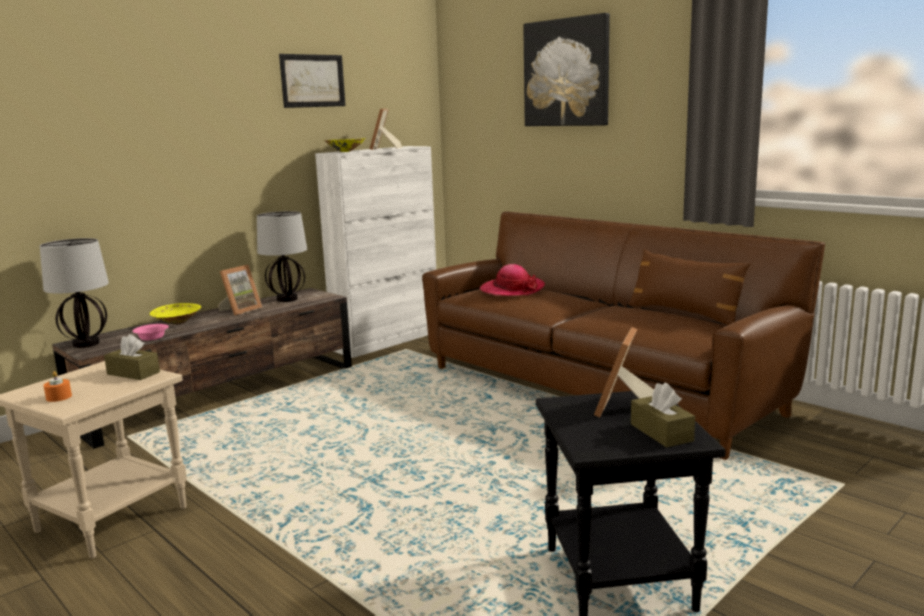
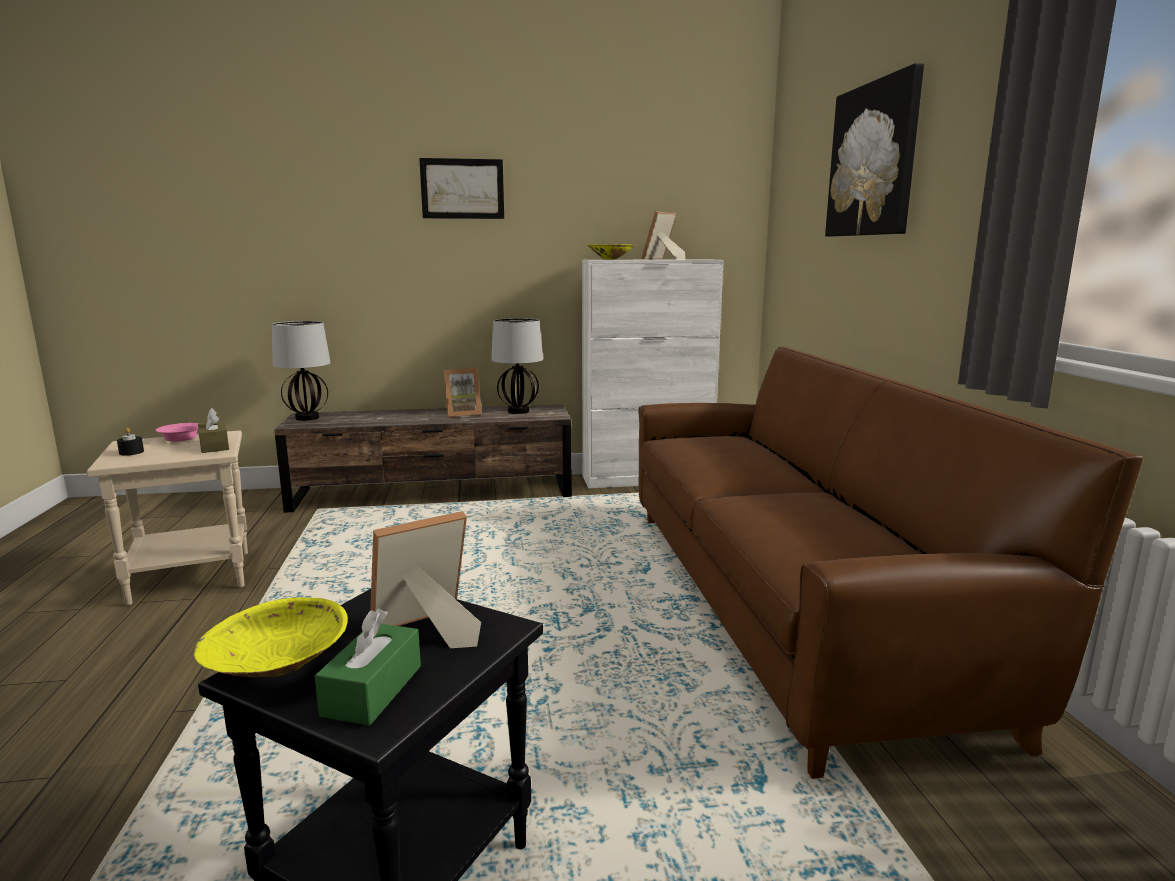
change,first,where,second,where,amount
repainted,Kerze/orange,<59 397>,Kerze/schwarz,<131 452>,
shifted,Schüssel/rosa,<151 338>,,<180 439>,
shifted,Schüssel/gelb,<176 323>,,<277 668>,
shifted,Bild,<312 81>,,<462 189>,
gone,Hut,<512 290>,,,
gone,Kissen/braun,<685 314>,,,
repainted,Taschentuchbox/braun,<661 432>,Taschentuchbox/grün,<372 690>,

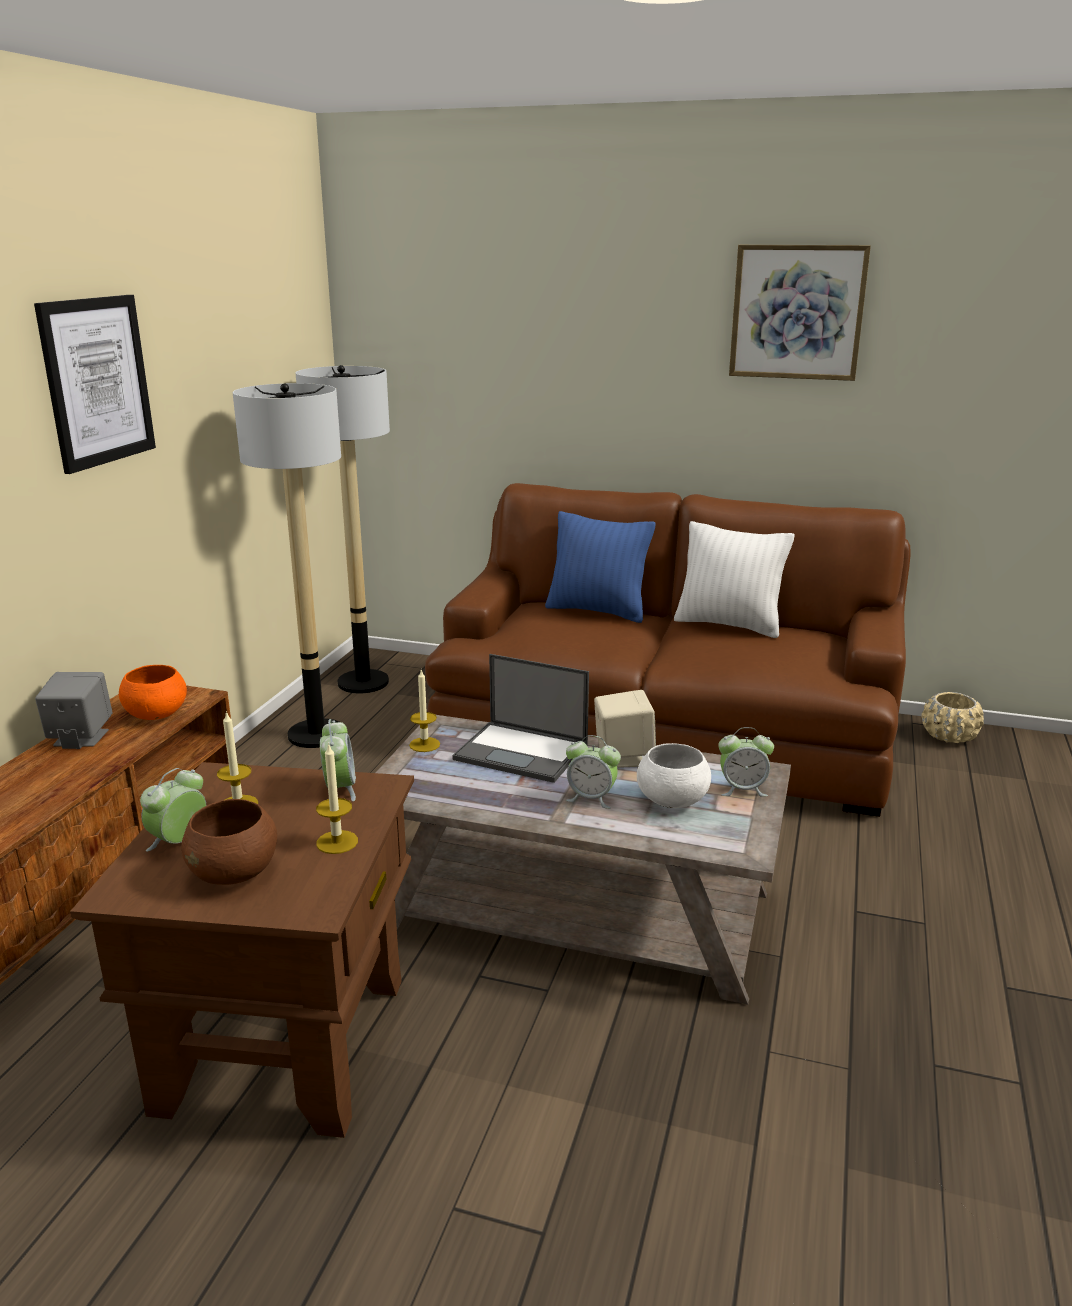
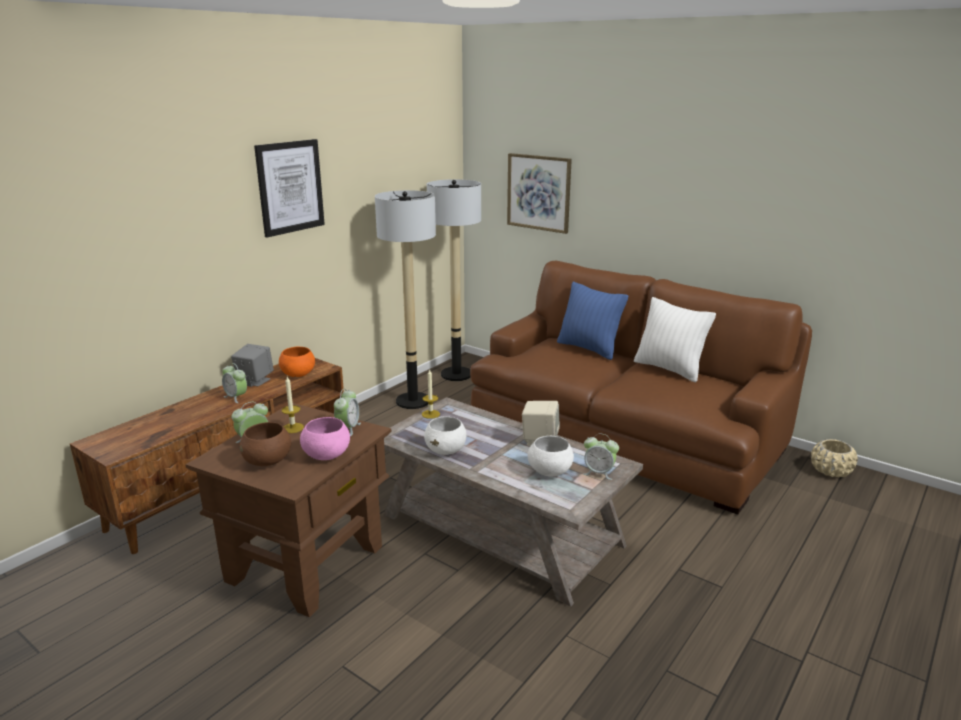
change,first,where,second,where,amount
swapped,Kerze,<337 842>,Schüssel/rosa,<326 455>,
gone,Laptop,<523 752>,,,
shifted,Wecker,<591 798>,,<236 397>,
shifted,Bild,<797 312>,,<539 192>,
new,,,Schüssel/weiß,<446 450>,

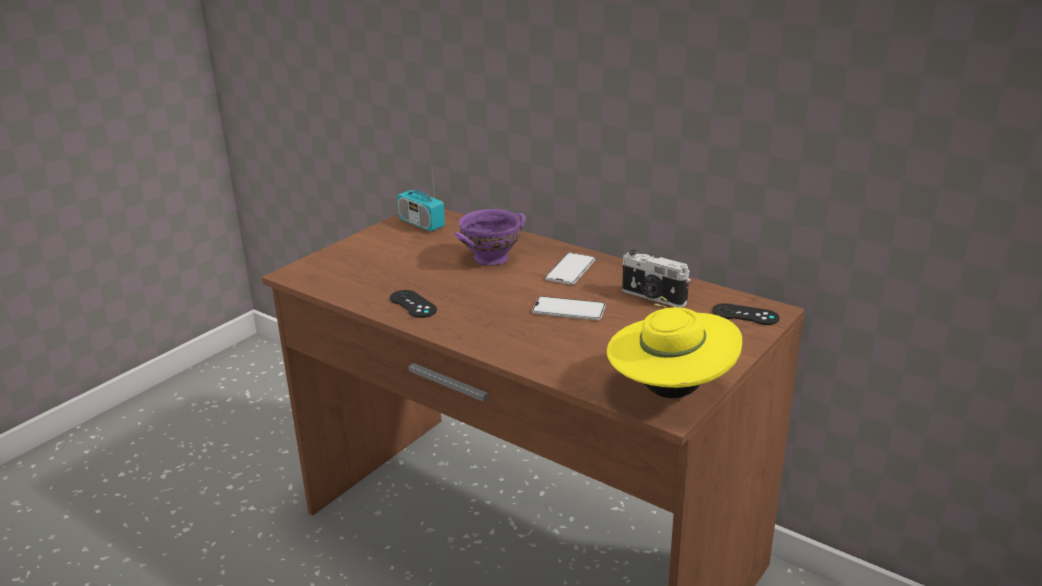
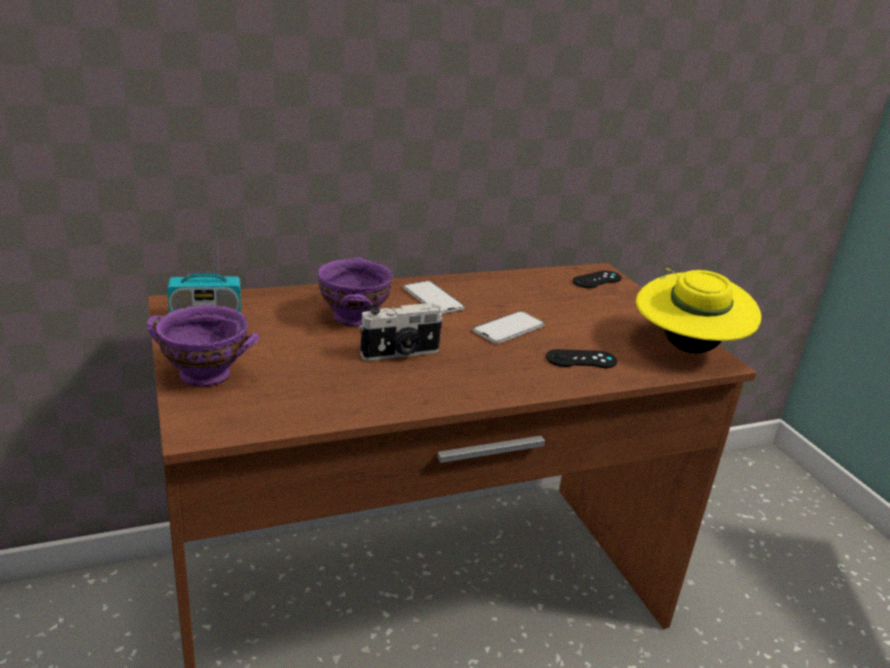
change,first,where,second,where,amount
shifted,Gamepad/schwarz,<413 304>,,<581 359>,
shifted,Kamera,<653 297>,,<401 354>,
new,,,Schüssel/lila,<204 373>,

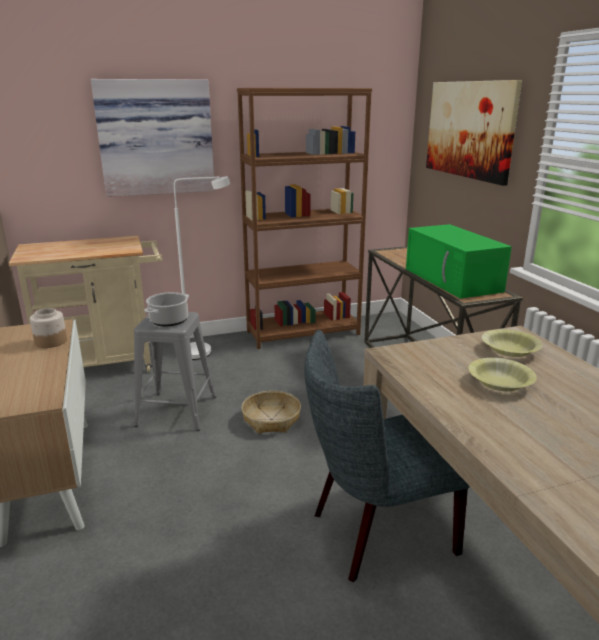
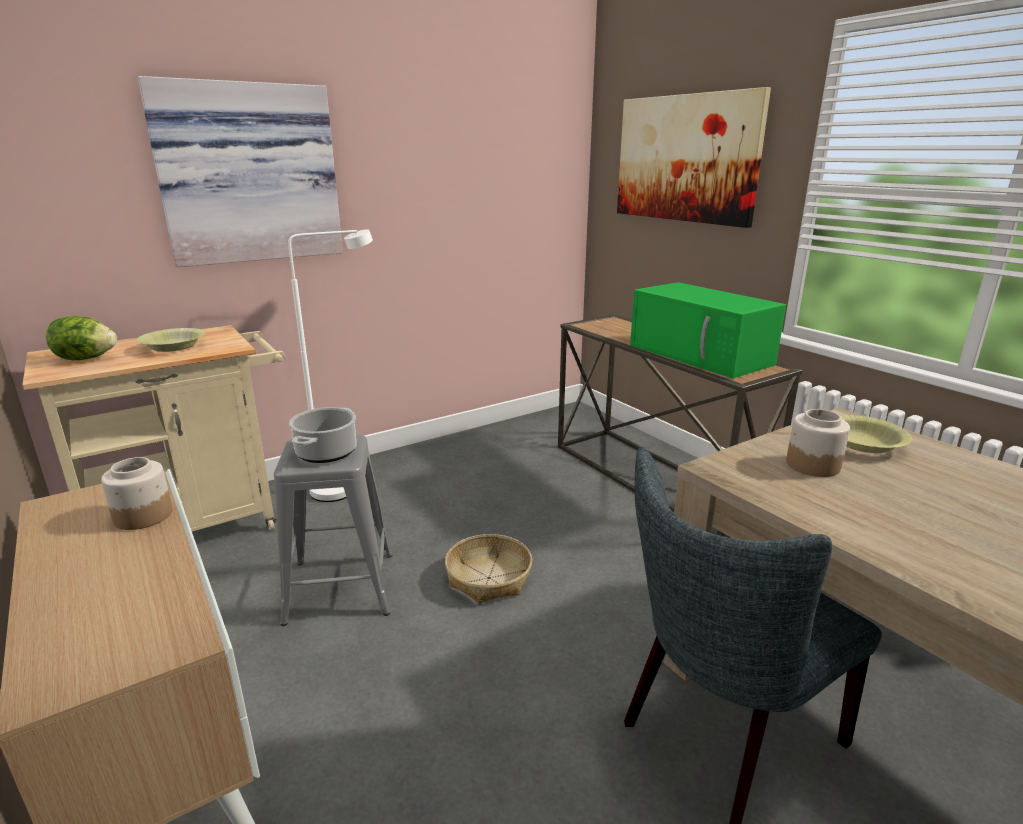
change,first,where,second,where,amount
gone,Bücherregal/braun,<303 333>,,,
shifted,Schüssel/gelb,<500 382>,,<174 347>,
new,,,Salatkopf,<86 359>,
new,,,Vorratsglas,<812 465>,

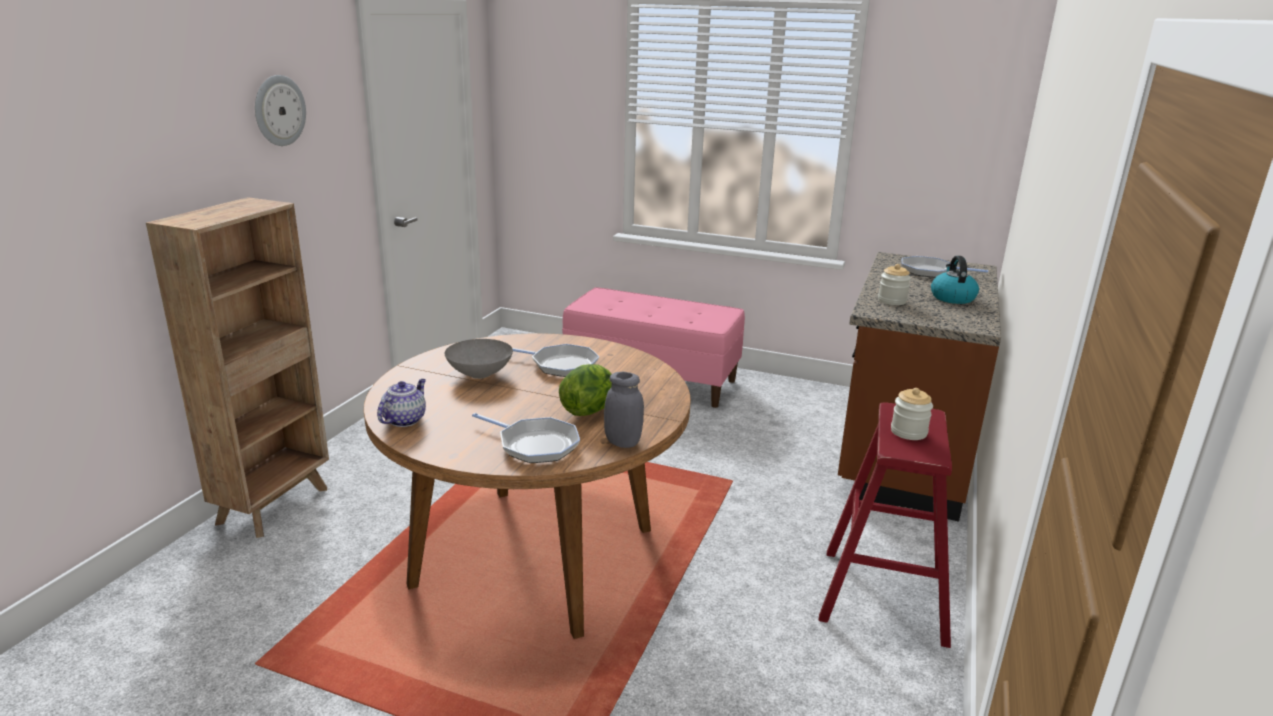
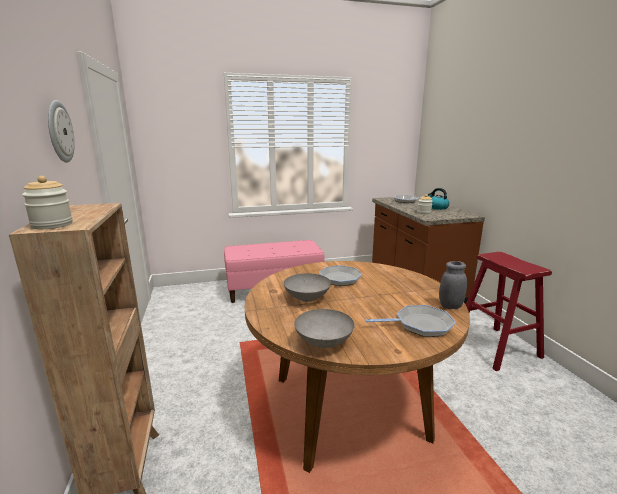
change,first,where,second,where,amount
swapped,Teekanne,<404 419>,Schüssel/grau,<323 342>,
gone,Salatkopf,<590 411>,,,
shifted,Vorratsglas,<908 432>,,<52 225>,

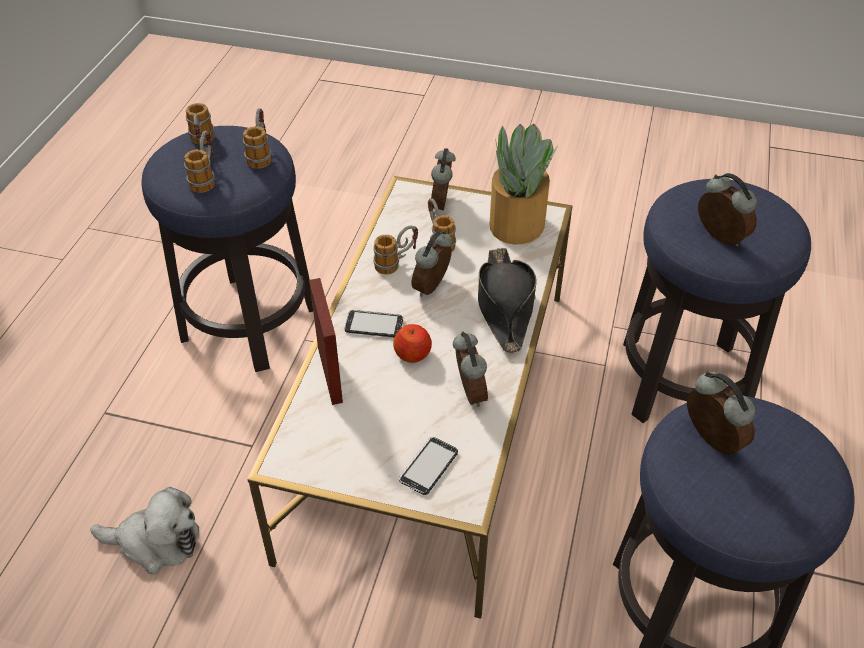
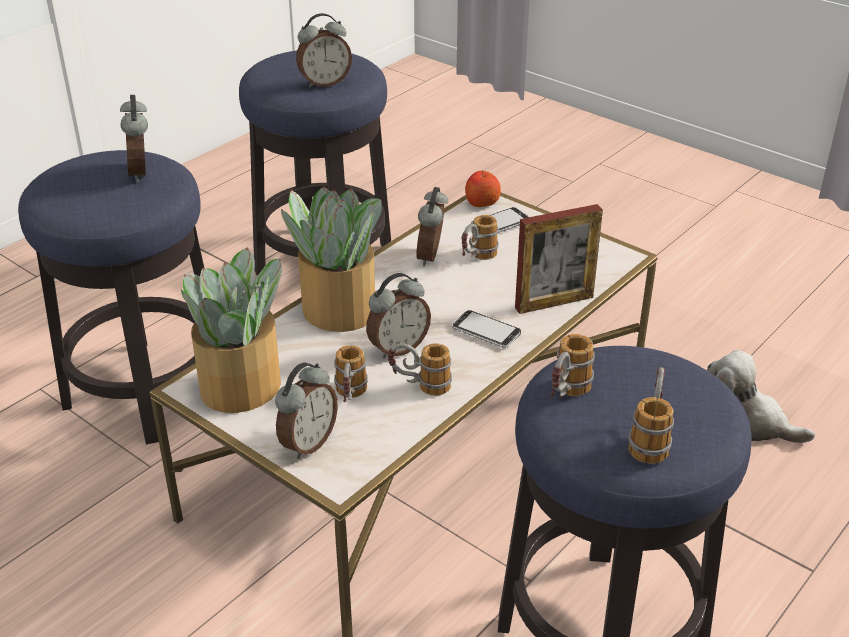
change,first,where,second,where,amount
shifted,Henkelbecher,<206 177>,,<477 258>,
rotated,Bilderrahmen,<330 375>,,<554 302>,120 degrees counterclockwise
shifted,Apfel,<413 354>,,<482 202>,
swapped,Hut/schwarz,<504 306>,Topfpflanze,<338 310>,
rotated,Wecker,<709 441>,,<325 83>,105 degrees counterclockwise

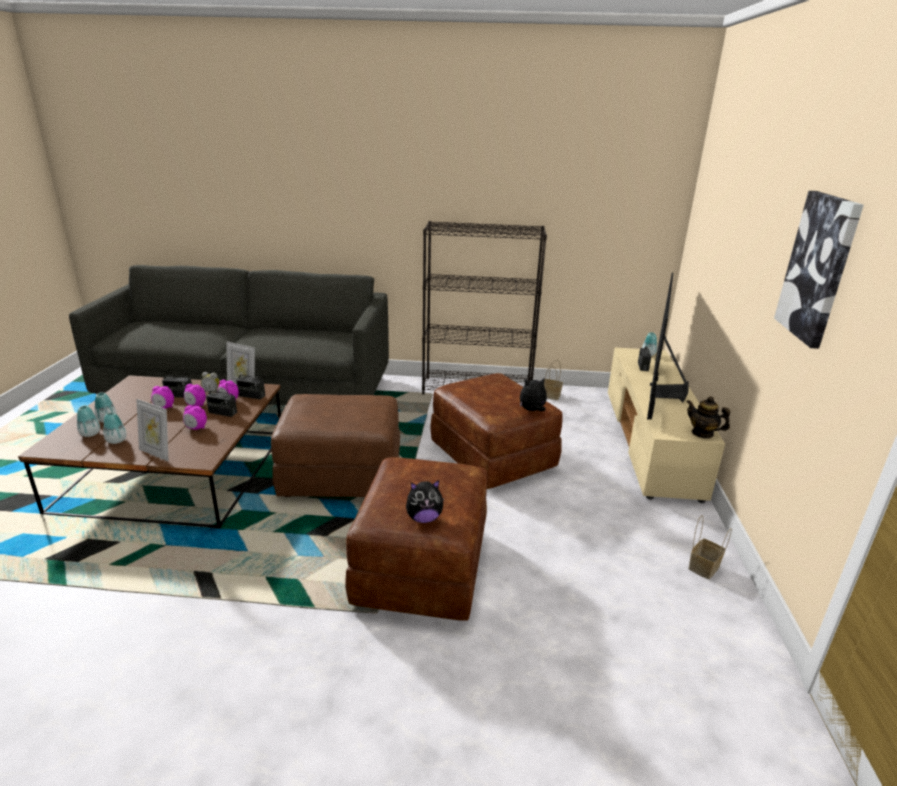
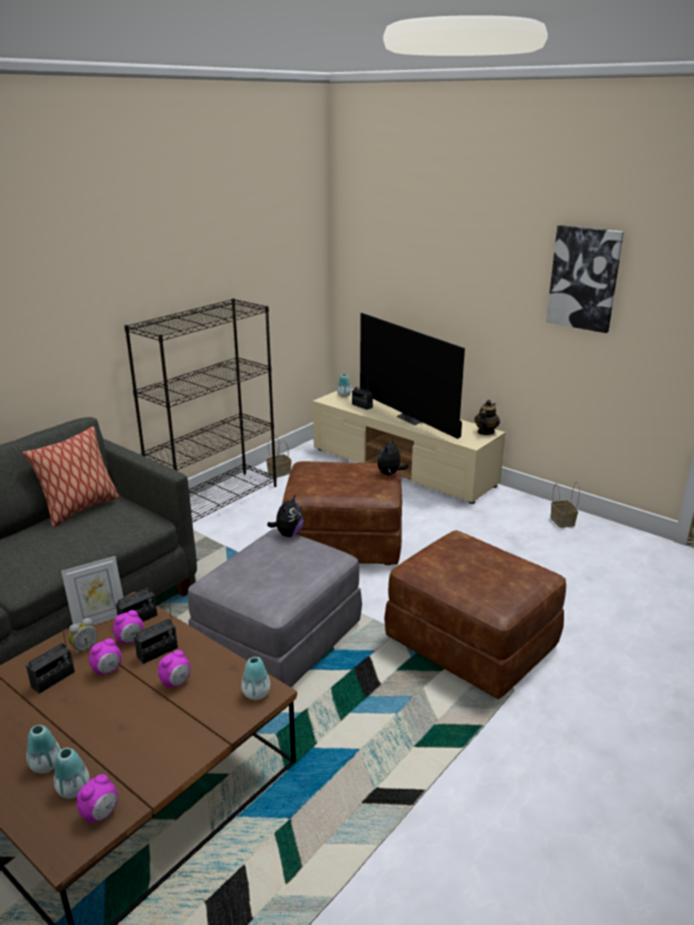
change,first,where,second,where,amount
shifted,Vase,<116 441>,,<256 693>,
gone,Bilderrahmen,<157 453>,,,
shifted,Wecker,<164 407>,,<101 814>,
repainted,Polsterhocker/braun,<342 474>,Polsterhocker/grau,<278 639>,
shifted,Plüschtier,<424 518>,,<288 534>,
rotated,Teekanne,<702 433>,,<485 432>,135 degrees clockwise
new,,,Kissen,<80 509>,

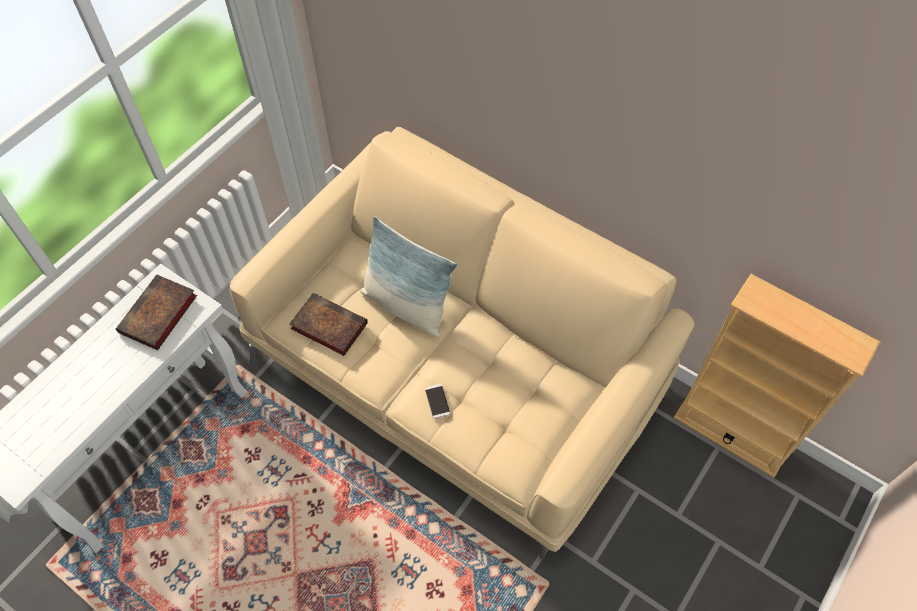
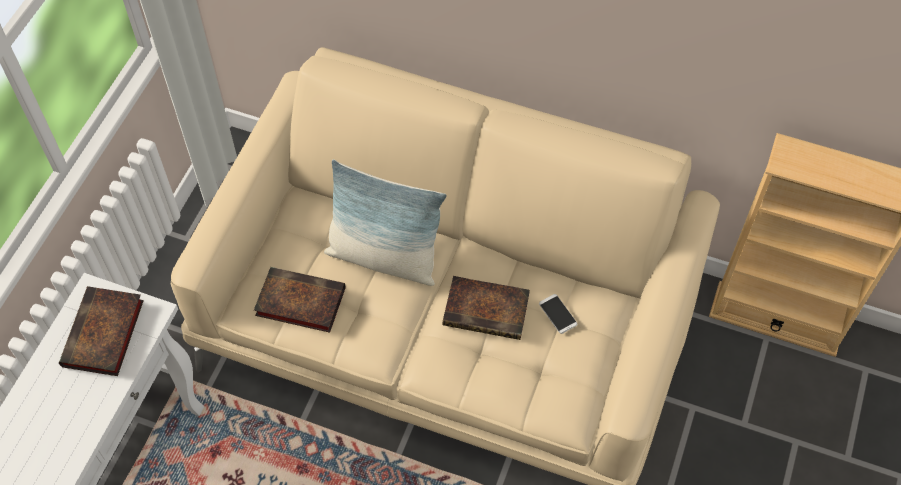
change,first,where,second,where,amount
shifted,Handy,<437 401>,,<558 314>,
new,,,Buch,<488 310>,

